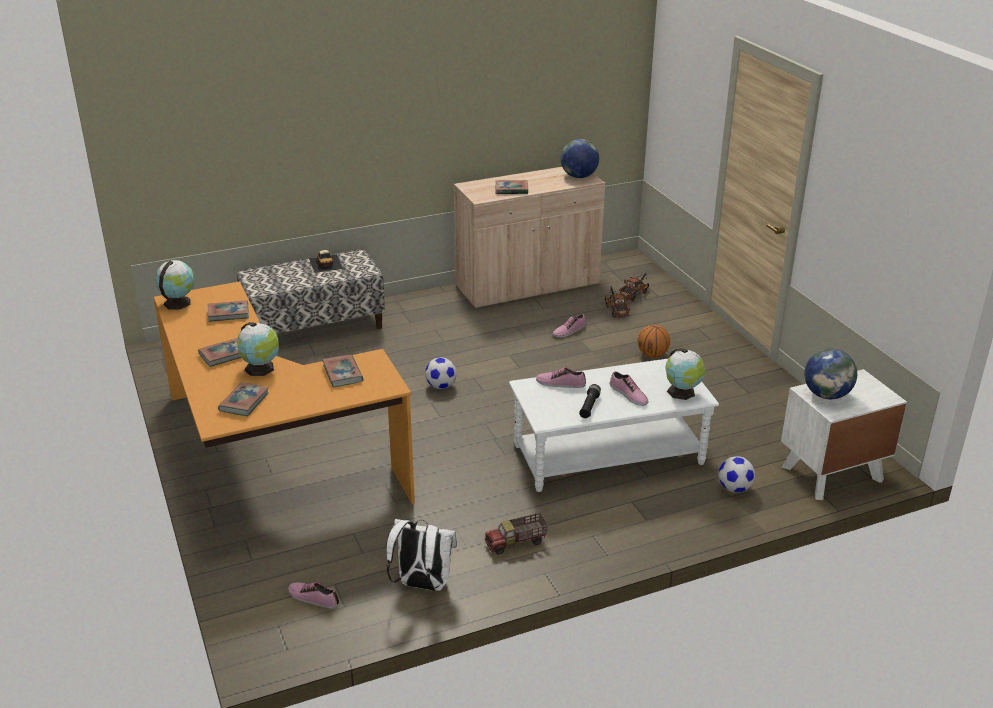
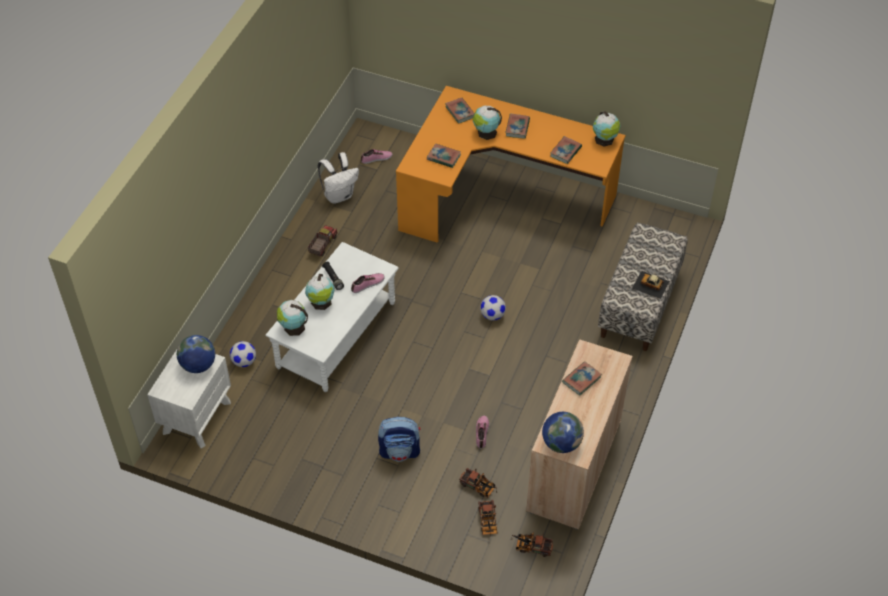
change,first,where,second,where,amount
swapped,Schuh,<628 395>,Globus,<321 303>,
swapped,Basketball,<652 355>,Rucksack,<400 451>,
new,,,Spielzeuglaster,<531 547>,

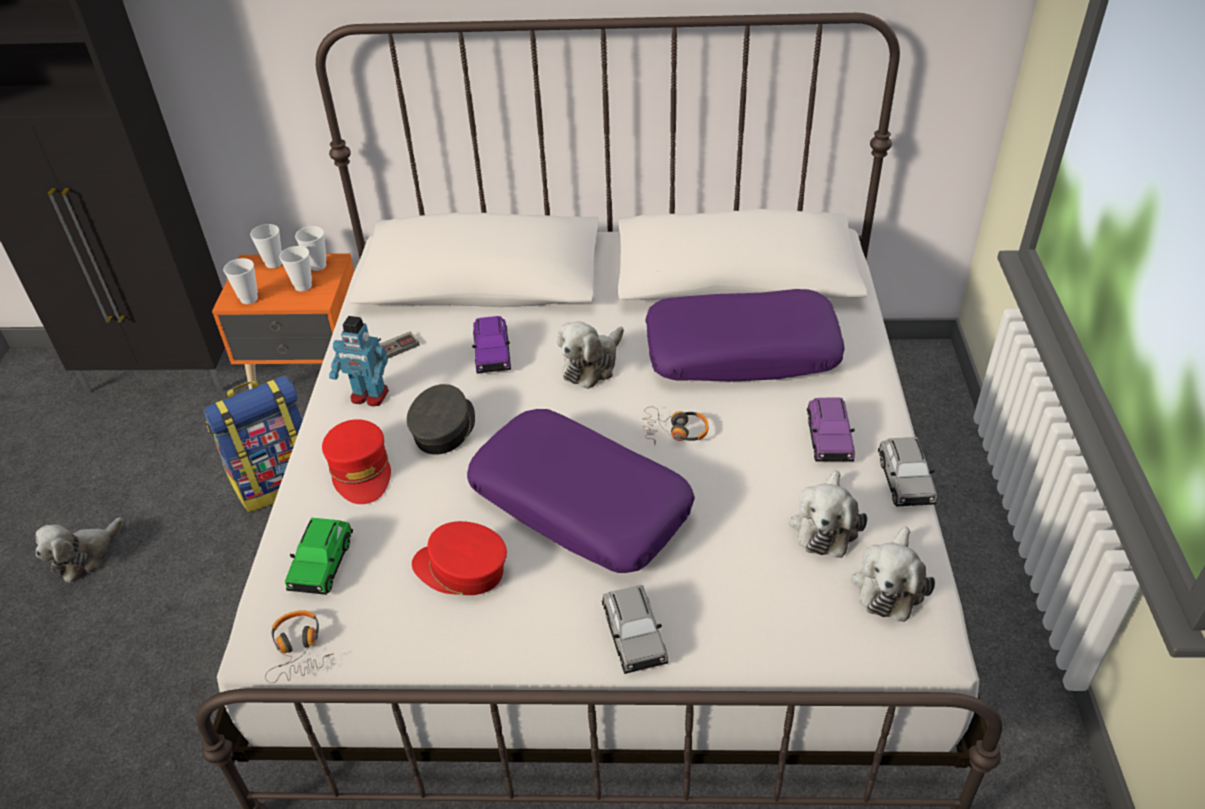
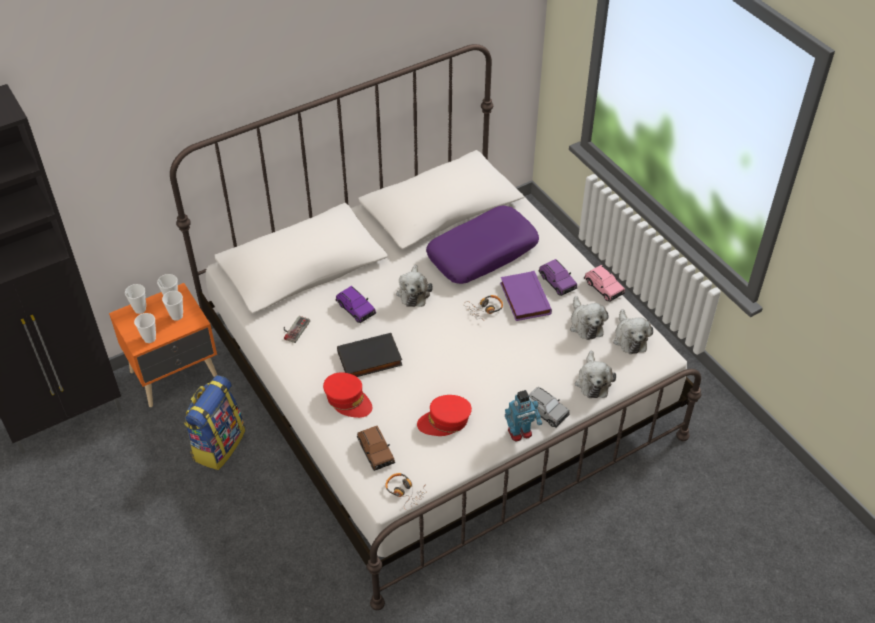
change,first,where,second,where,amount
shifted,Plüschtier,<85 556>,,<593 381>,
repainted,Spielzeugauto/grün,<322 564>,Spielzeugauto/braun,<376 452>,
shifted,Spielzeugroboter,<369 396>,,<520 433>,
swapped,Kappe/grau,<444 428>,Buch/schwarz,<369 360>,
gone,Kissen/lila,<581 503>,,,
repainted,Spielzeugauto/grau,<905 481>,Spielzeugauto/rosa,<603 288>,
new,,,Buch/lila,<523 298>,

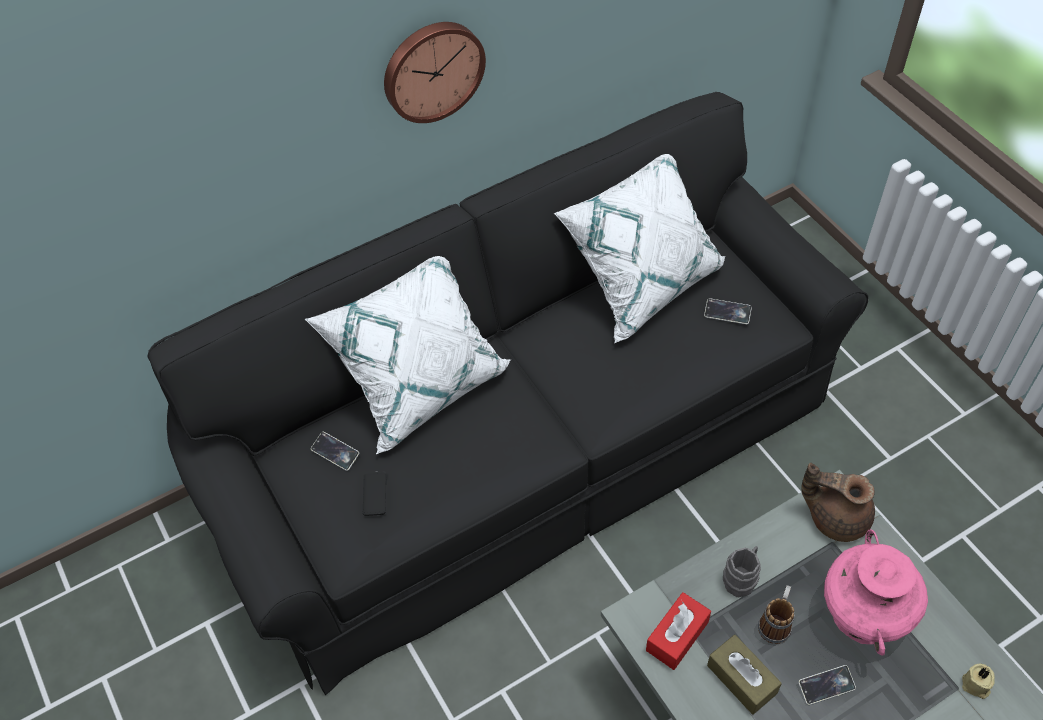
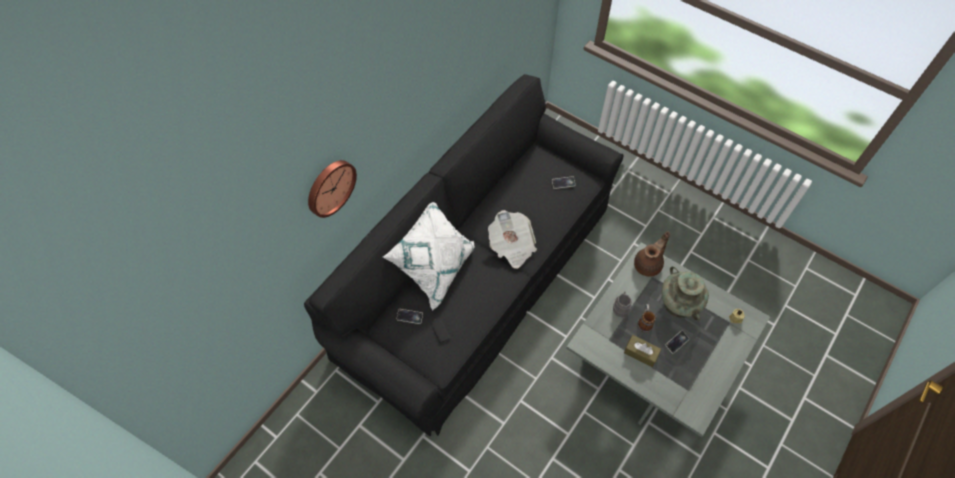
change,first,where,second,where,amount
shifted,Wanduhr,<432 70>,,<330 187>,
gone,Kissen/weiß,<642 281>,,,
gone,Taschentuchbox/rot,<677 636>,,,
rotated,Teekanne/braun,<835 517>,,<648 265>,135 degrees clockwise
repainted,Vase/rosa,<864 612>,Vase/türkis,<678 304>,
new,,,Zeitung,<512 246>,

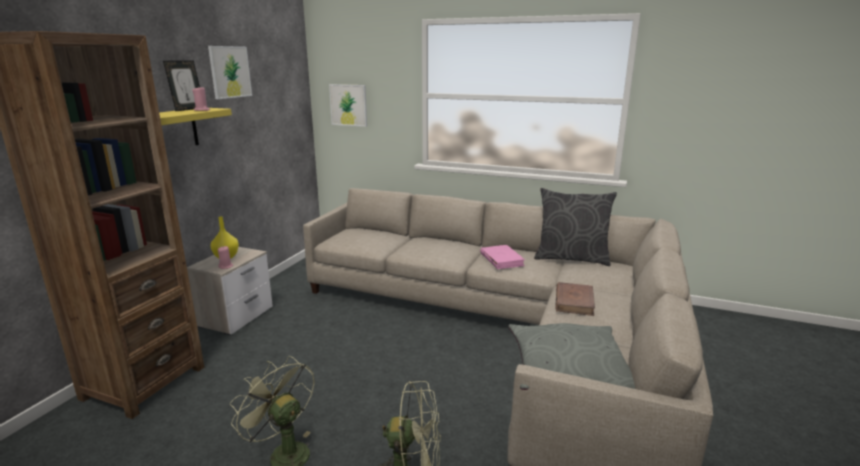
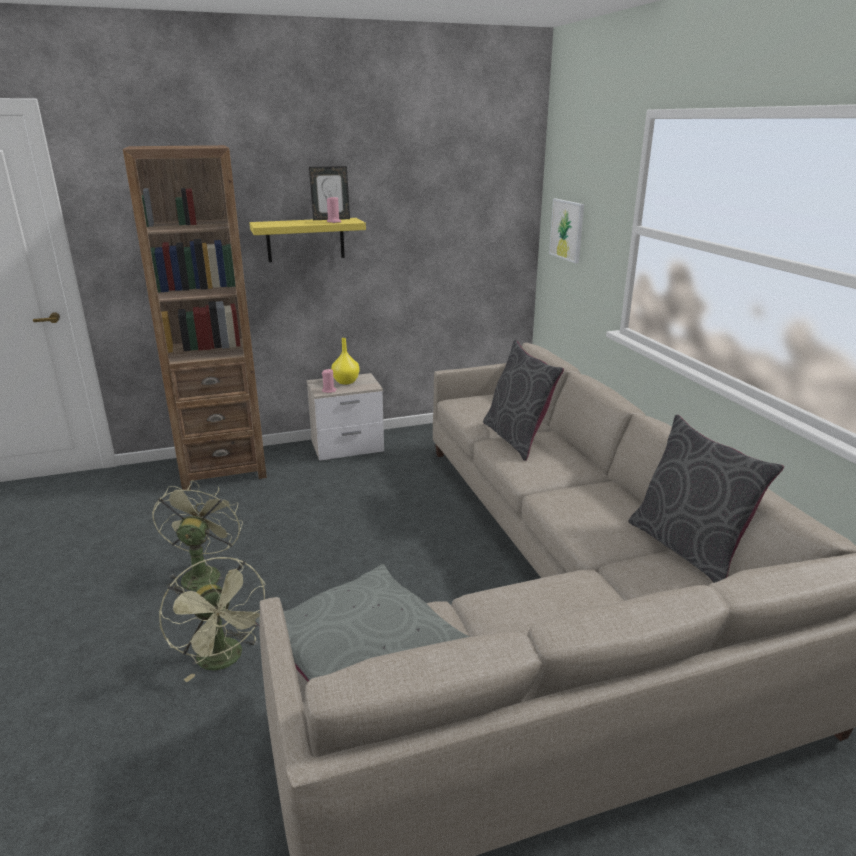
change,first,where,second,where,amount
gone,Bild,<230 72>,,,
gone,Buch/rosa,<501 259>,,,
gone,Buch/braun,<574 301>,,,
new,,,Kissen/grau,<517 438>,

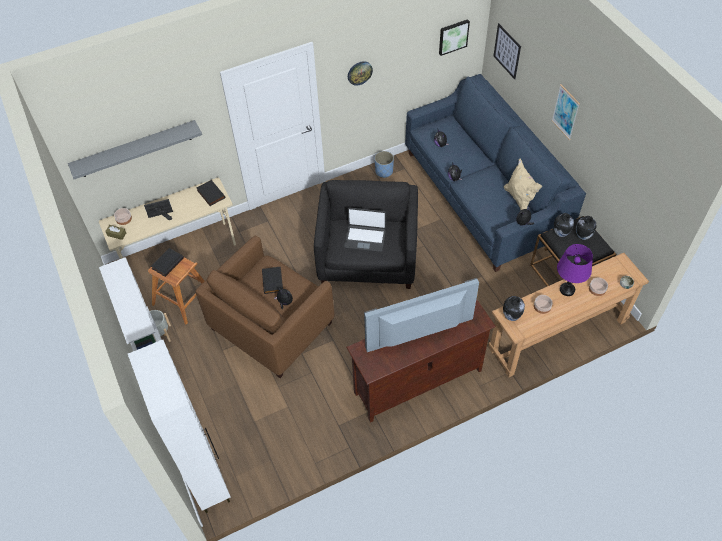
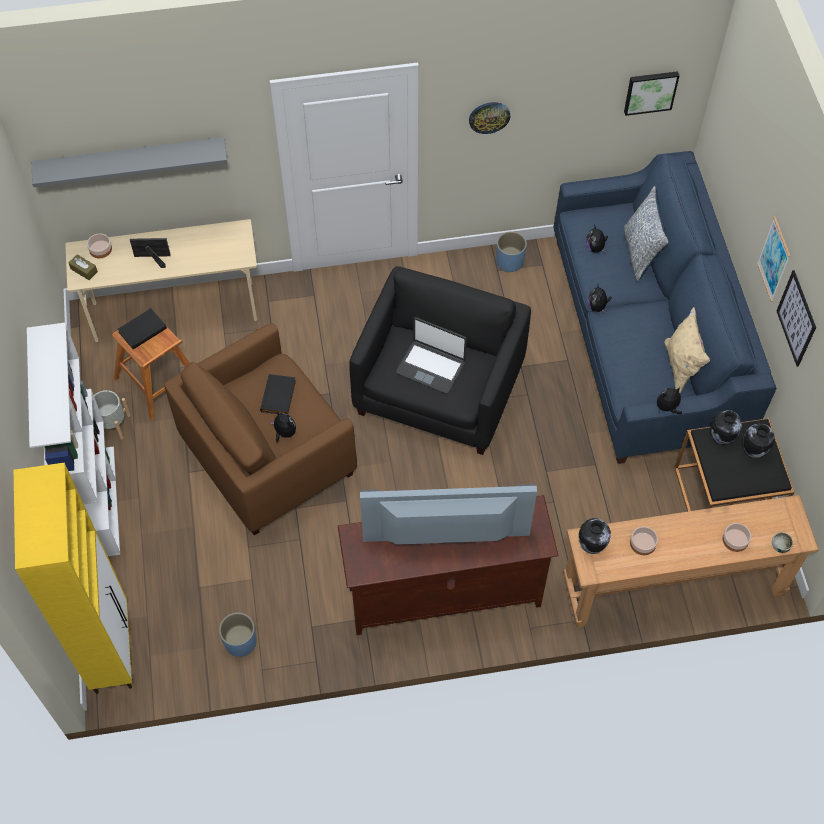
change,first,where,second,where,amount
repainted,Schrank/weiß,<207 480>,Schrank/gelb,<112 649>,
gone,Buch/schwarz,<210 194>,,,
shifted,Bild,<507 51>,,<796 318>,
gone,Tischlampe/lila,<567 290>,,,
new,,,Pflanzkübel/blau,<240 642>,
new,,,Kissen,<641 253>,

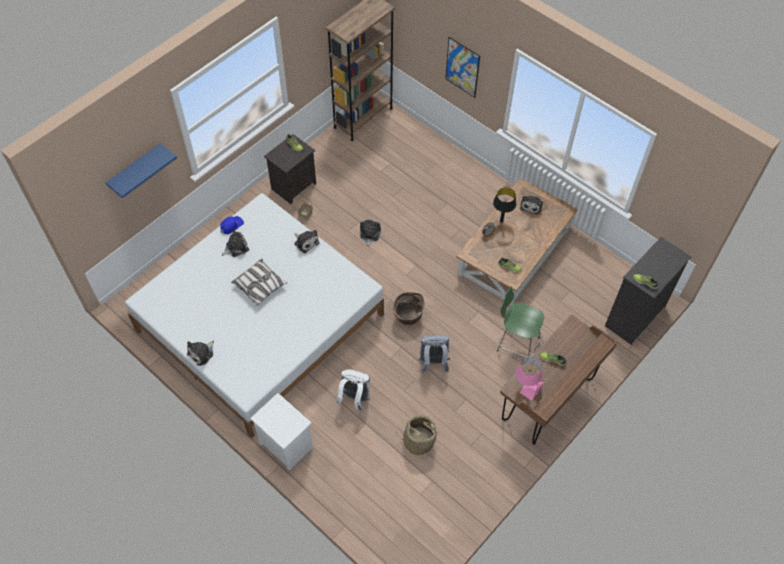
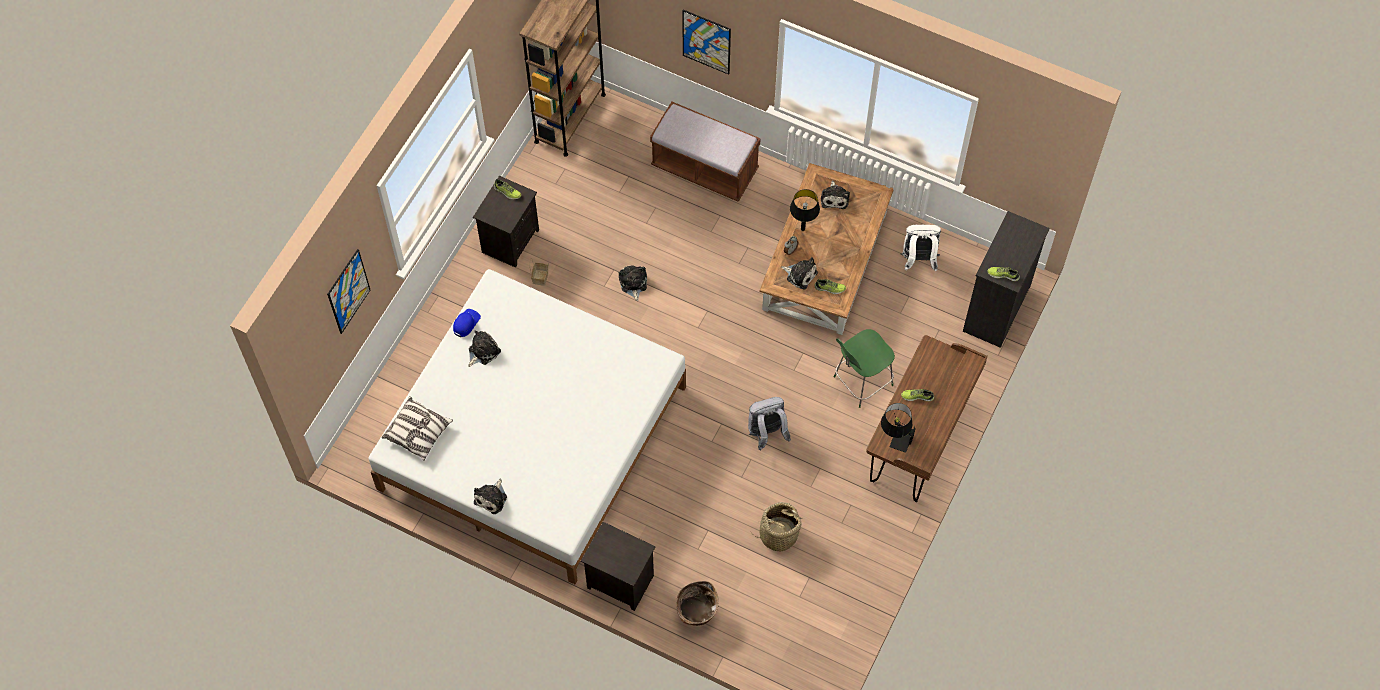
change,first,where,second,where,amount
swapped,Wandregal/blau,<135 169>,Bild,<348 291>,
shifted,Kissen,<260 286>,,<418 432>,
repainted,Nachttisch/weiß,<285 445>,Nachttisch/schwarz,<619 582>,
shifted,Plüschtier,<306 242>,,<800 275>,
shifted,Rucksack/weiß,<354 399>,,<918 260>,
shifted,Korb,<408 317>,,<697 613>,
rotated,Stuhl/grün,<516 343>,,<861 382>,45 degrees counterclockwise
repainted,Tischlampe/rosa,<526 385>,Tischlampe/schwarz,<896 436>,
new,,,Bank/braun,<705 169>,

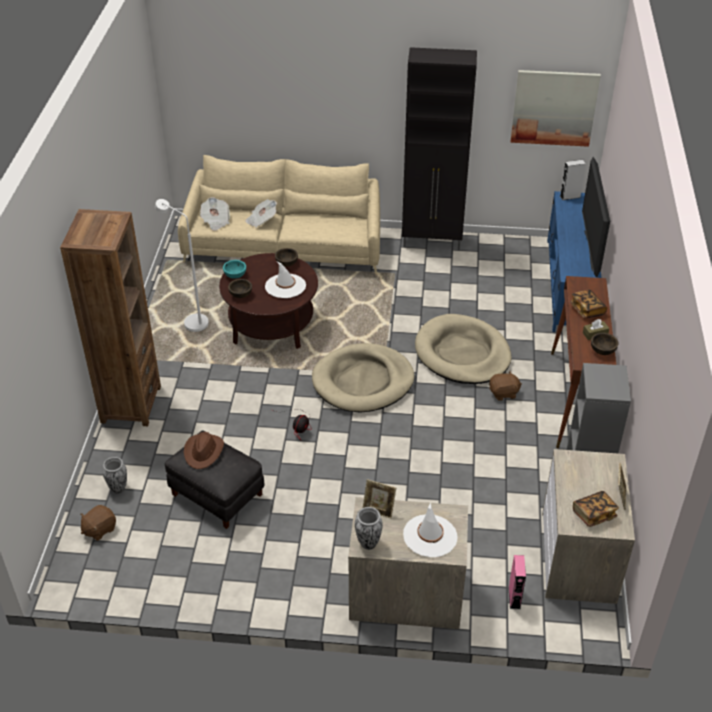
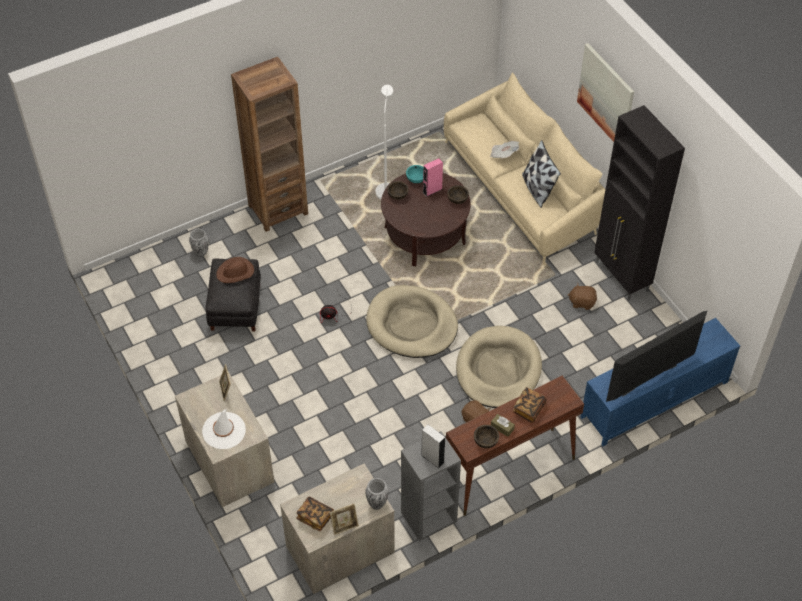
change,first,where,second,where,amount
shifted,Plüschtier/braun,<99 529>,,<582 302>,
gone,Zeitung,<216 221>,,,
gone,Hut/weiß,<285 286>,,,
shifted,Vase,<368 543>,,<377 503>,
shifted,Lautsprecher/rosa,<514 598>,,<432 190>,
shifted,Bild,<554 107>,,<606 96>,
shifted,Lautsprecher/grau,<570 196>,,<432 458>,
new,,,Kissen,<537 189>,

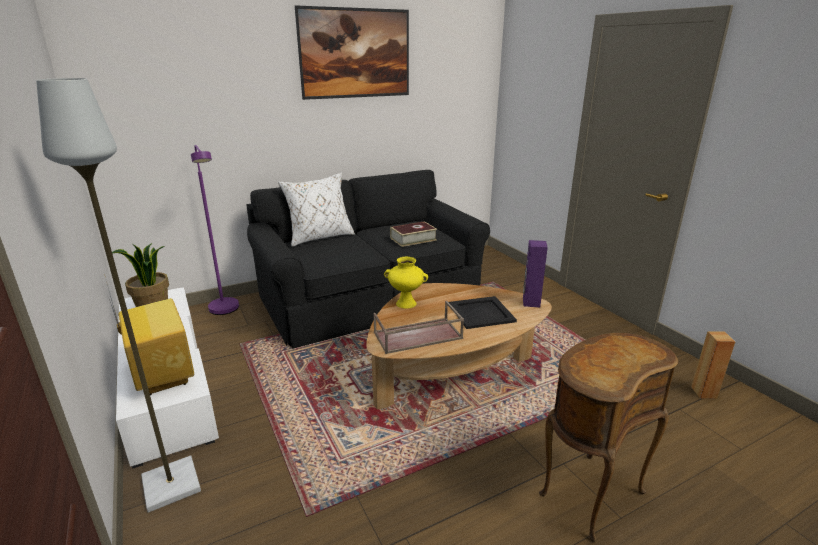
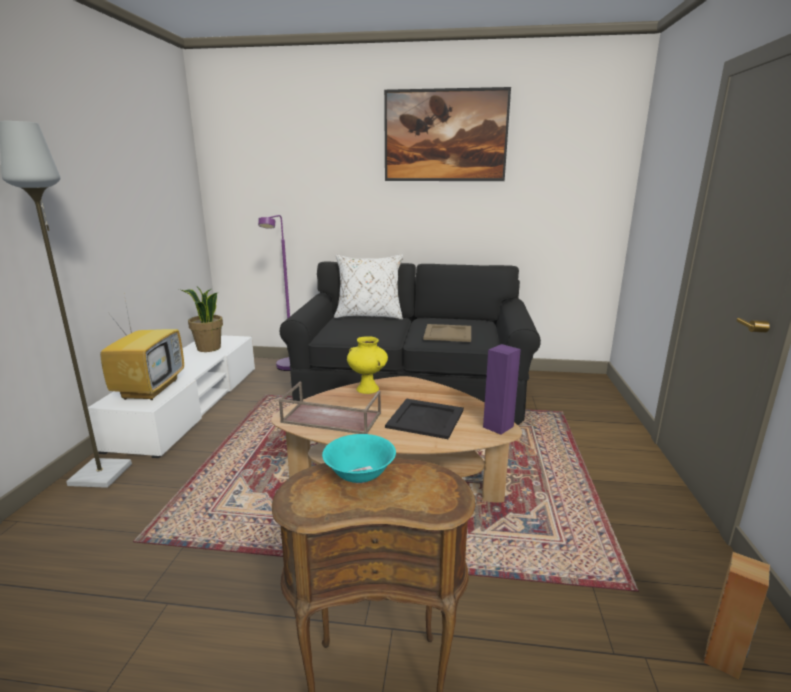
change,first,where,second,where,amount
swapped,Buch,<413 239>,Tablett/beige,<448 333>,
new,,,Schüssel/türkis,<360 475>,

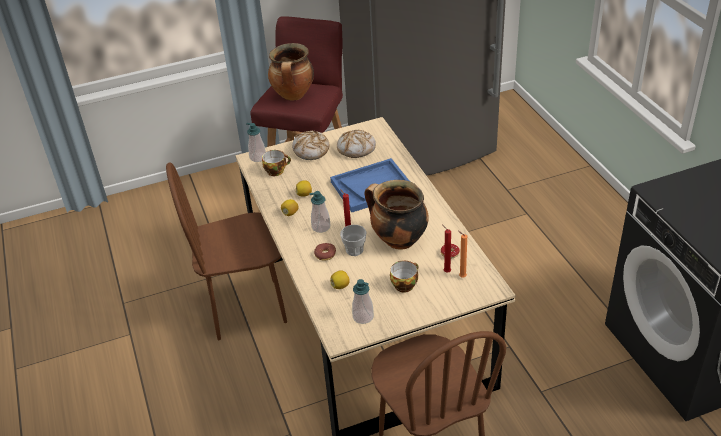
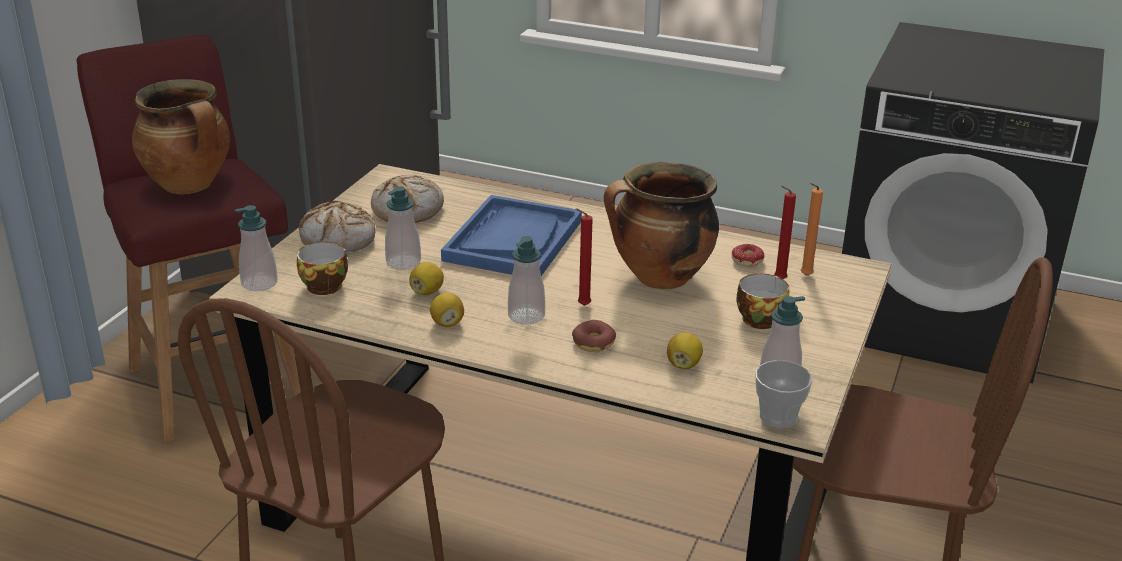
change,first,where,second,where,amount
shifted,Tasse,<354 250>,,<778 416>,
new,,,Seifenspender,<403 262>,

